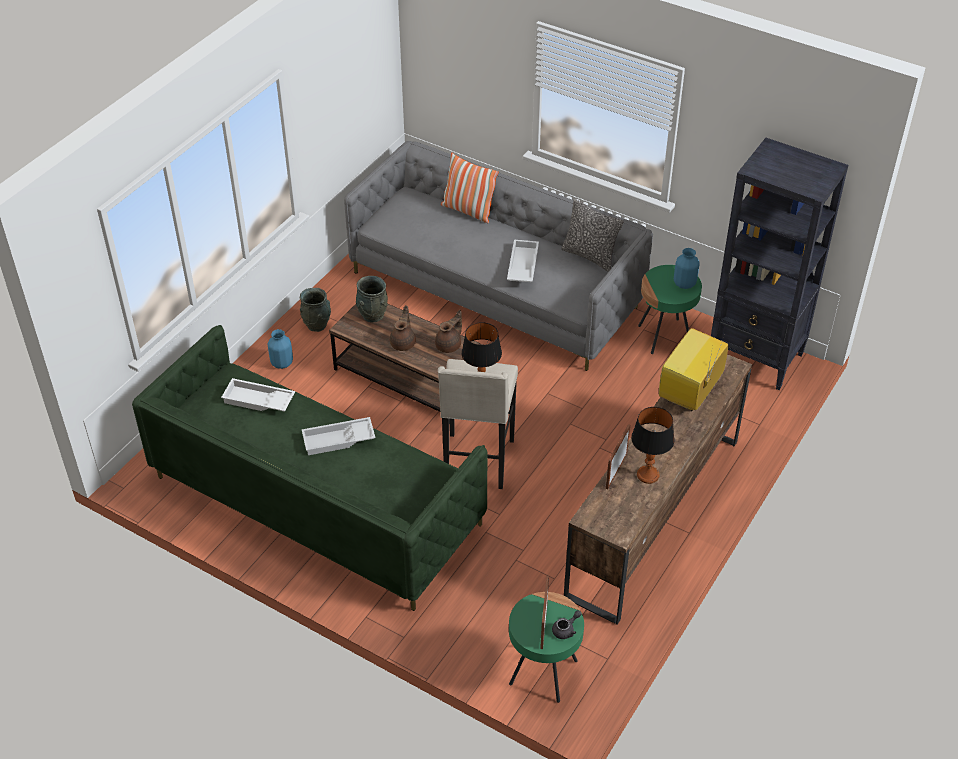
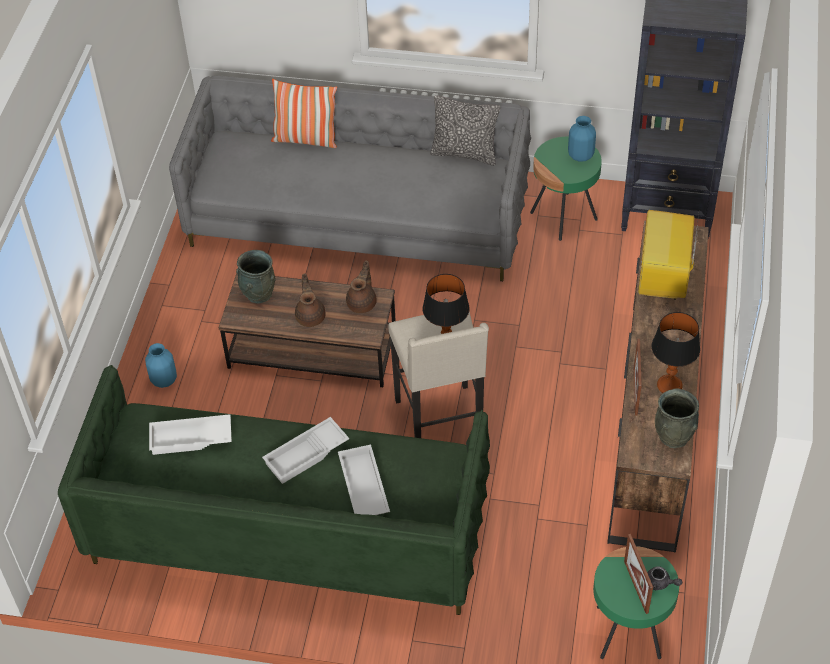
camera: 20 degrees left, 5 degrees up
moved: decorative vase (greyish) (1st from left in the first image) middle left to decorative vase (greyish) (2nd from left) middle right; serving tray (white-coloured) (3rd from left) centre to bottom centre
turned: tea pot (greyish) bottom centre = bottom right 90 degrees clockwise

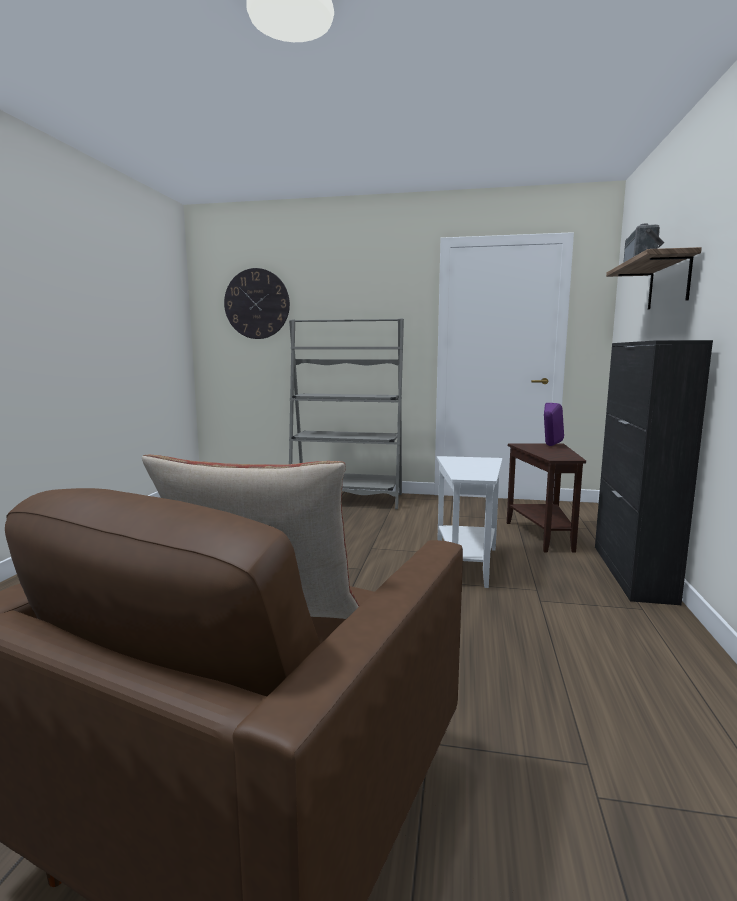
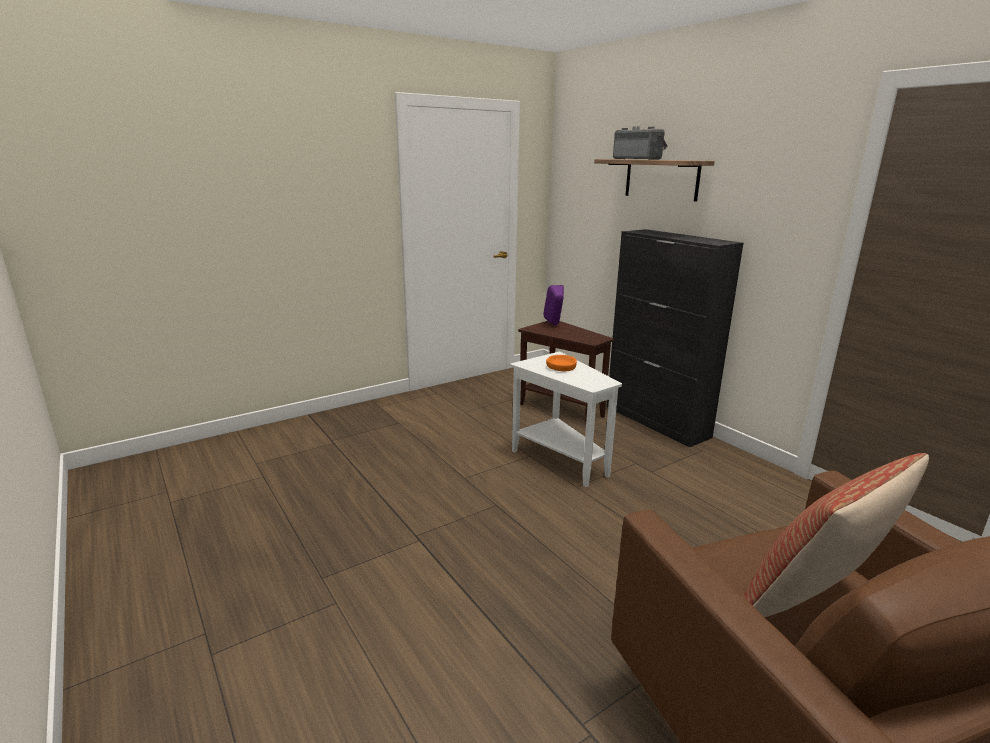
camera: 45 degrees left, 10 degrees up
removed: hanging clock centre; shelving unit (greyish) centre
added: serving bowl (orange-coloured) centre

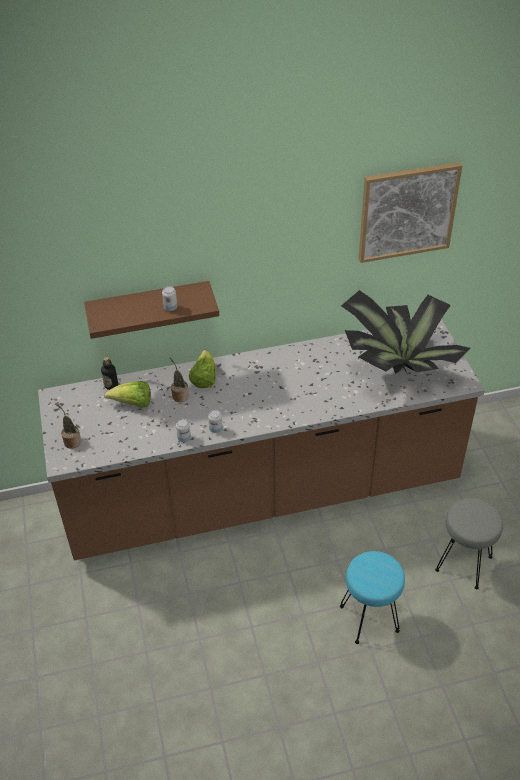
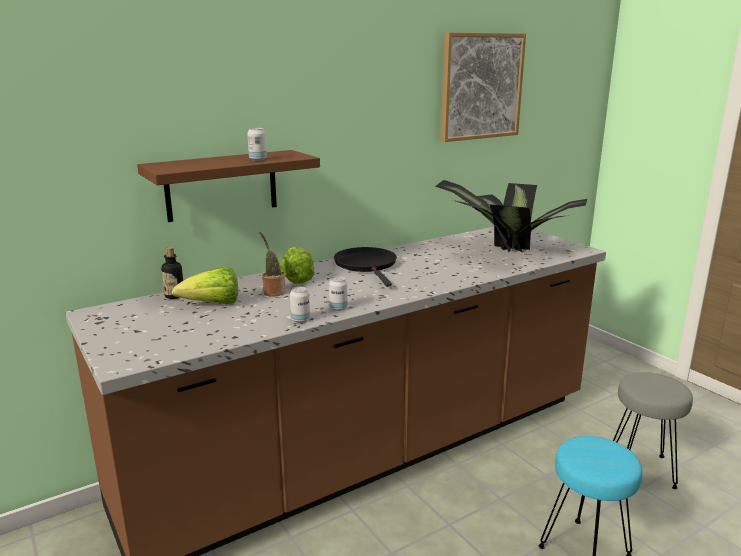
camera: 20 degrees left, 25 degrees down
removed: plant in a pot (1st from left) middle left
added: pan (black) centre

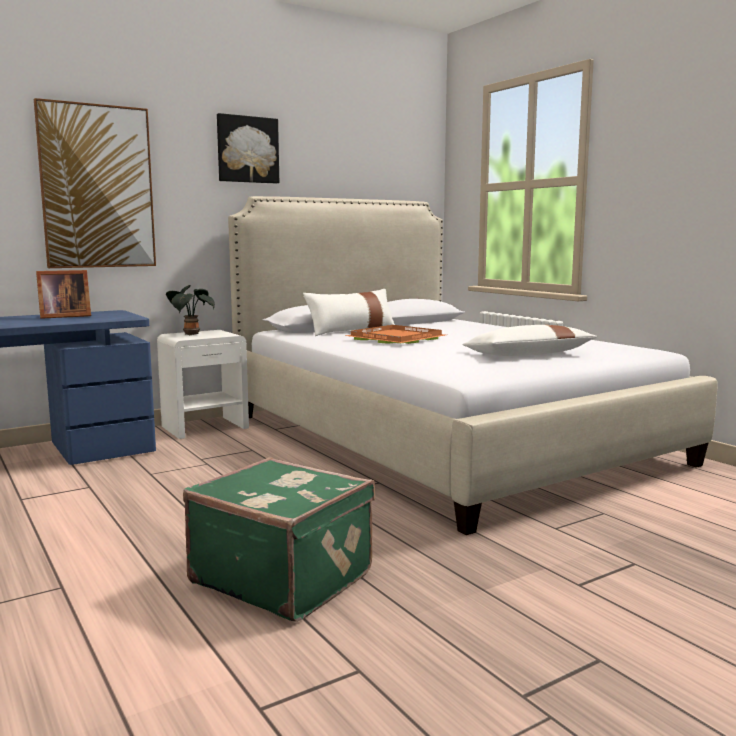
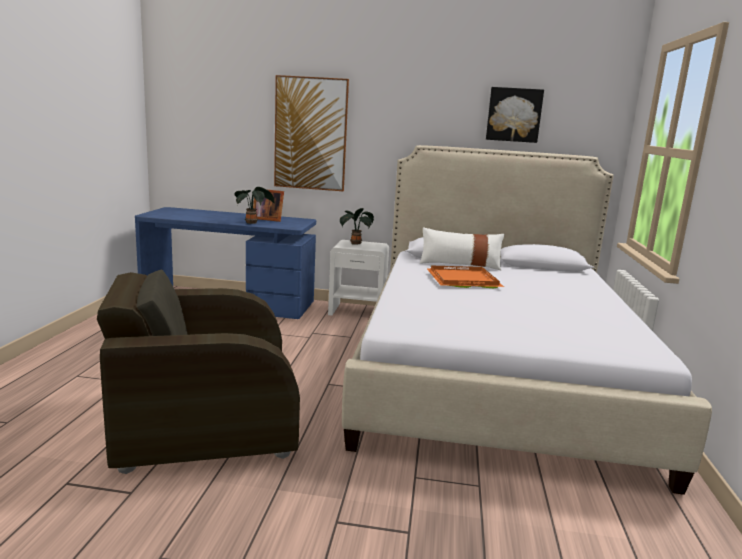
camera: 40 degrees right, 5 degrees up
removed: throw pillow (white-coloured) (2nd from left) middle right
added: plant in a pot (1st from left) centre
moved: wall picture (2nd from left) top centre to top right
replaced: piece of luggage (greenish) bottom centre to lounge chair (brown-coloured) middle left

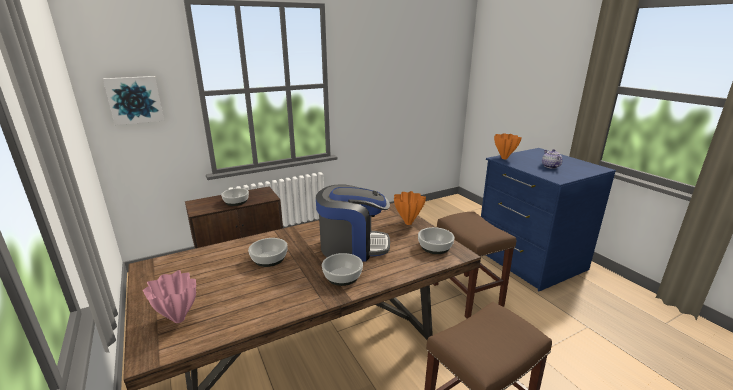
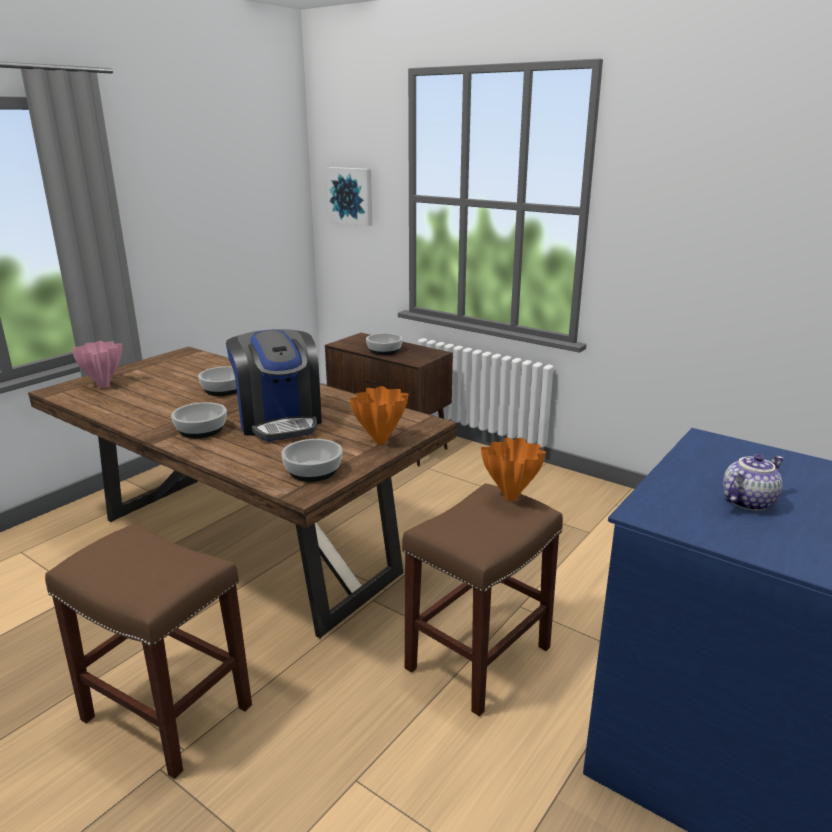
camera: 65 degrees right, 0 degrees up
moved: decorative vase (orange-coloured) (2nd from left) middle right to centre

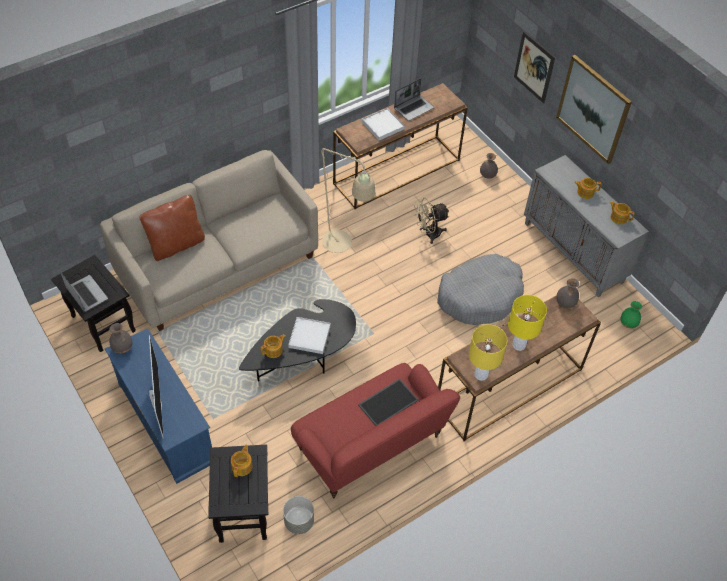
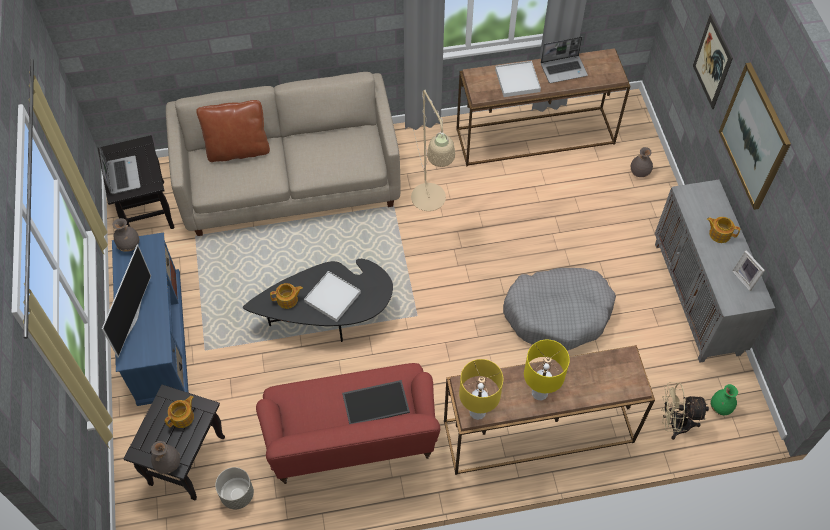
camera: 25 degrees right, 5 degrees up
moved: fan (beige) centre to bottom right; decorative vase (greyish) (3rd from left in the first image) middle right to decorative vase (greyish) (2nd from left) bottom left
replaced: tea pot (4th from left) middle right to photo frame middle right

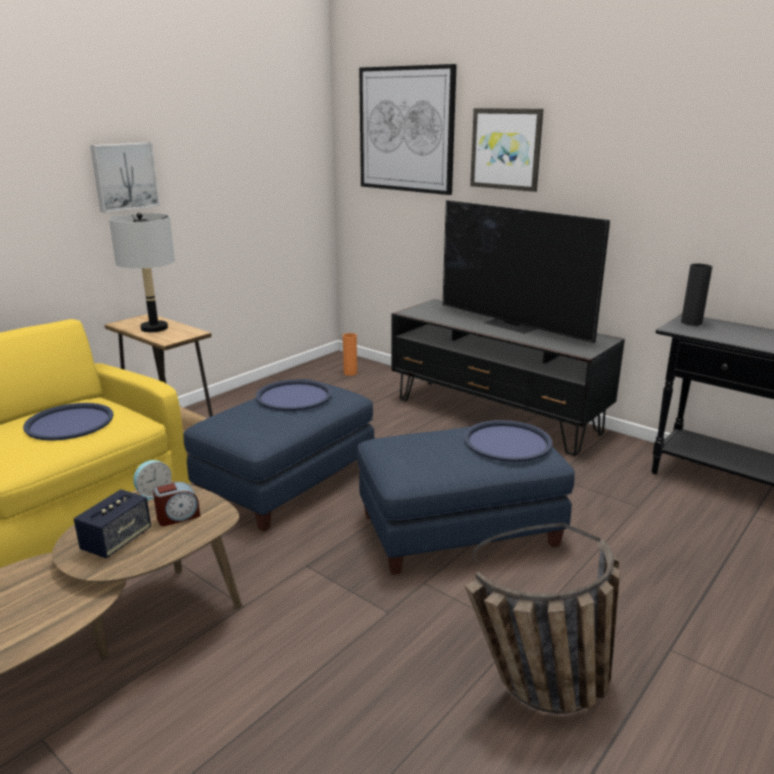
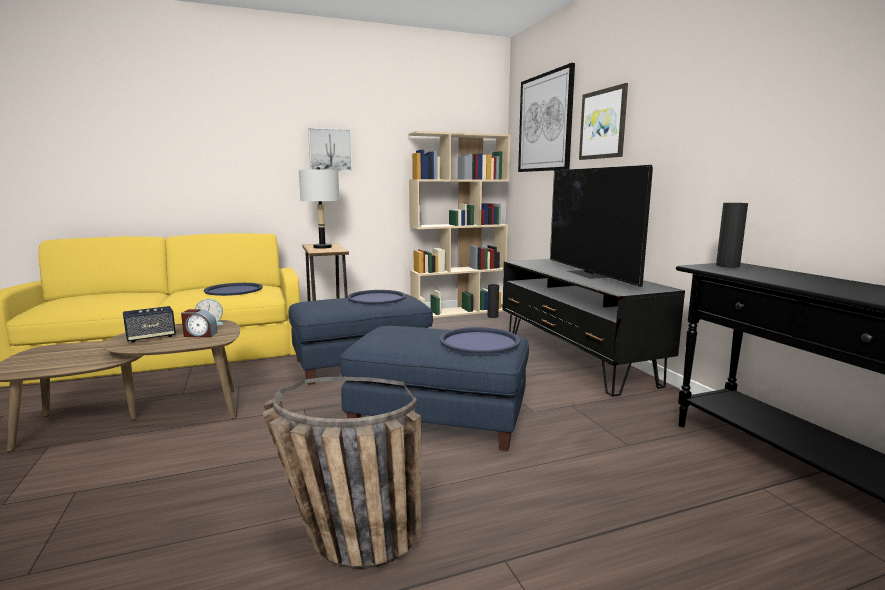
camera: 30 degrees right, 10 degrees down
added: shelving unit (beige) centre
recoloured: decorative vase (orange-coloured) centre to decorative vase (black) (1st from left) centre

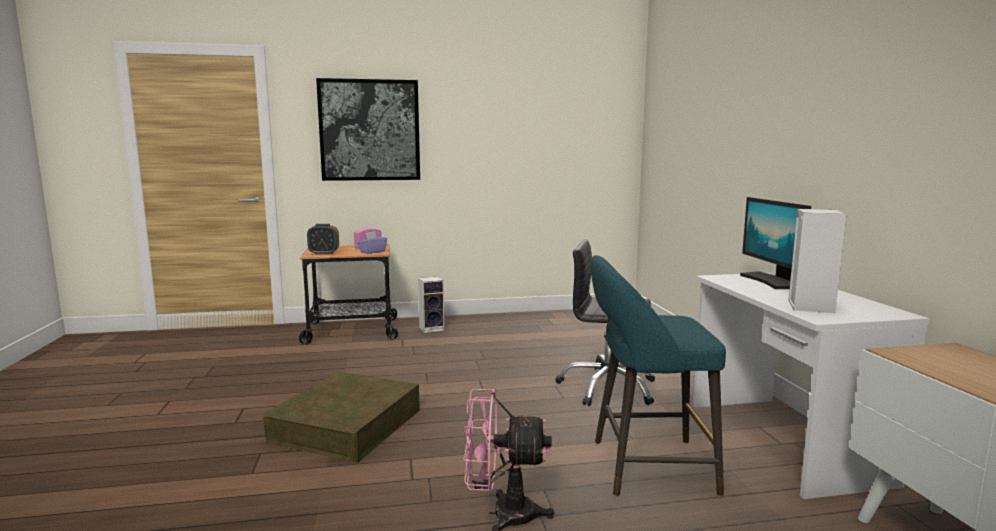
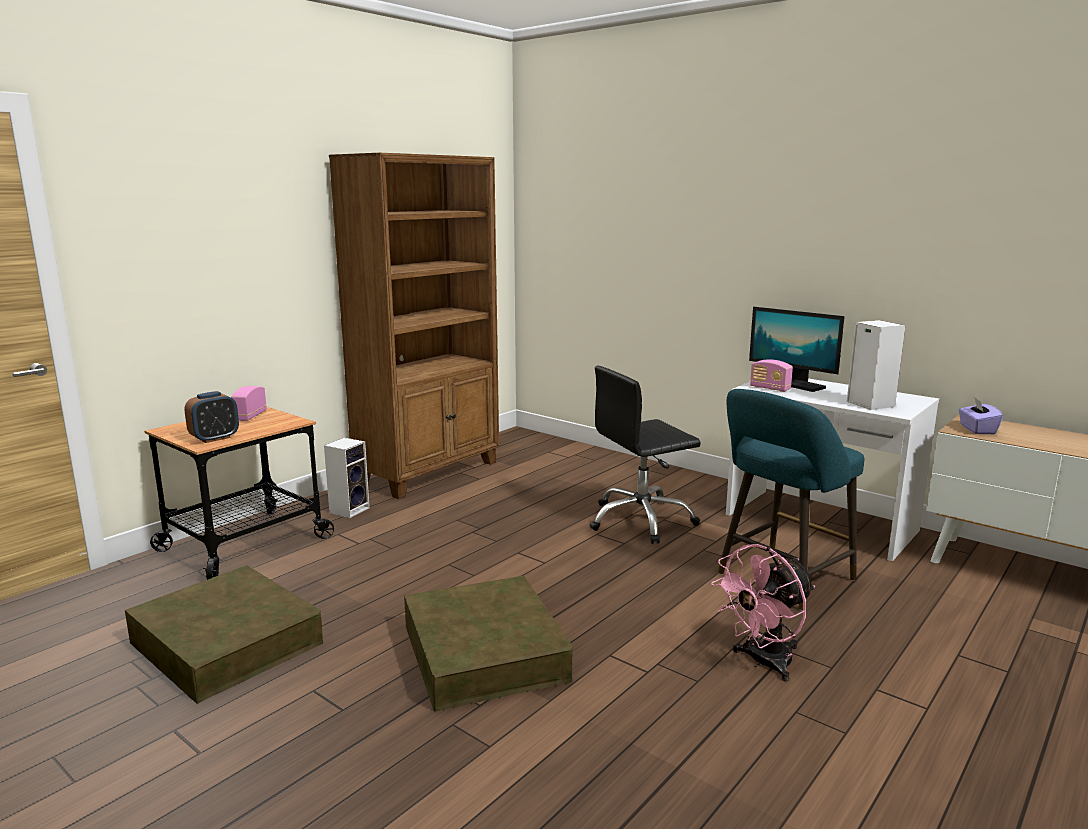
camera: 40 degrees left, 5 degrees up
removed: wall picture top centre
added: storage box (brown-coloured) (1st from left) bottom left; shelving unit (brown-coloured) centre; radio receiver (2nd from left) middle right
moved: box of tissues (purple) centre to middle right

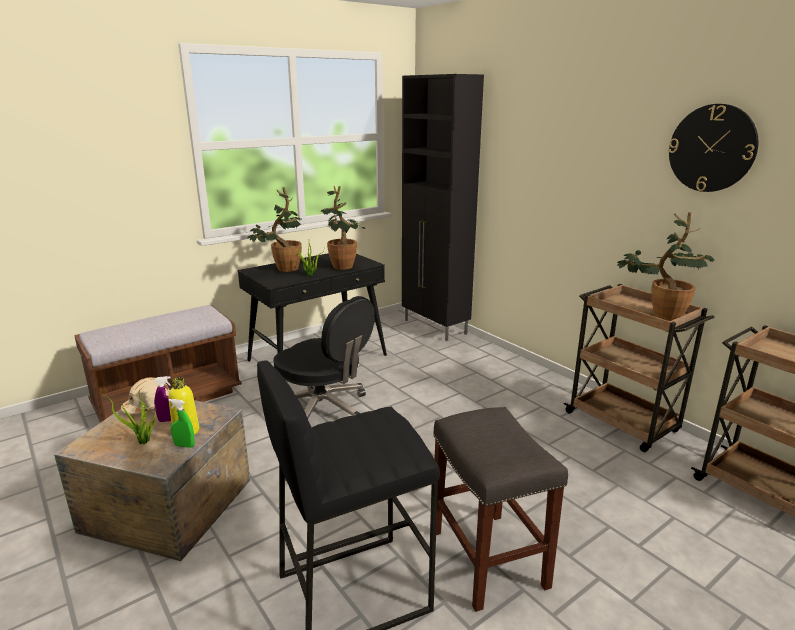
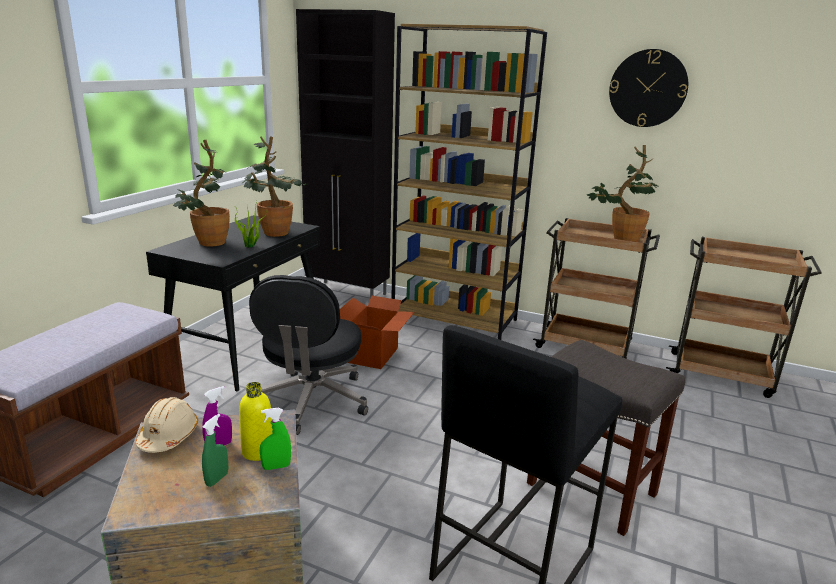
camera: 30 degrees left, 0 degrees up
added: carton centre; shelving unit (brown-coloured) top centre
replaced: plant in a pot (1st from left) middle left to sprayer (greenish) (1st from left) bottom left
turned: office chair (black) centre = centre 90 degrees clockwise

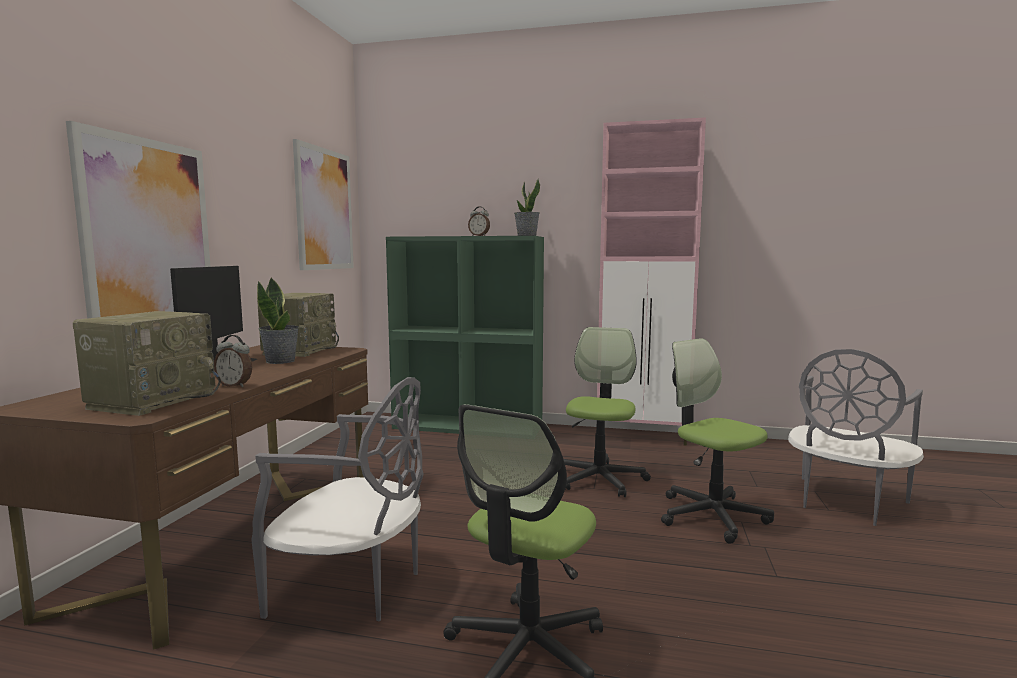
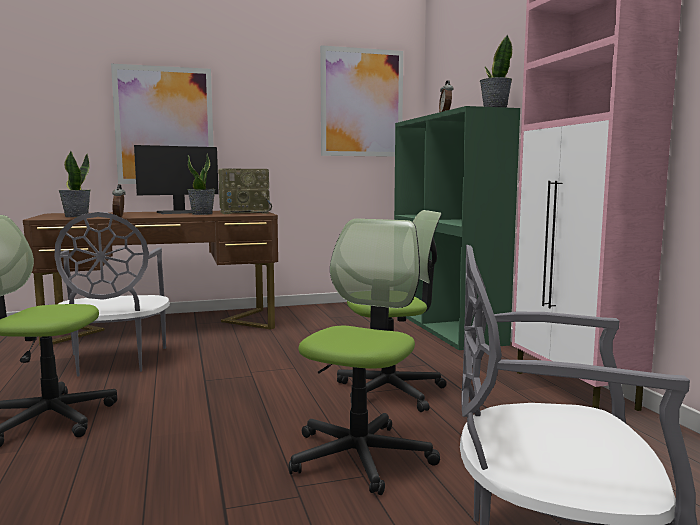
camera: 60 degrees right, 0 degrees up
replaced: radio receiver (1st from left) middle left to plant in a pot (1st from left) middle left

